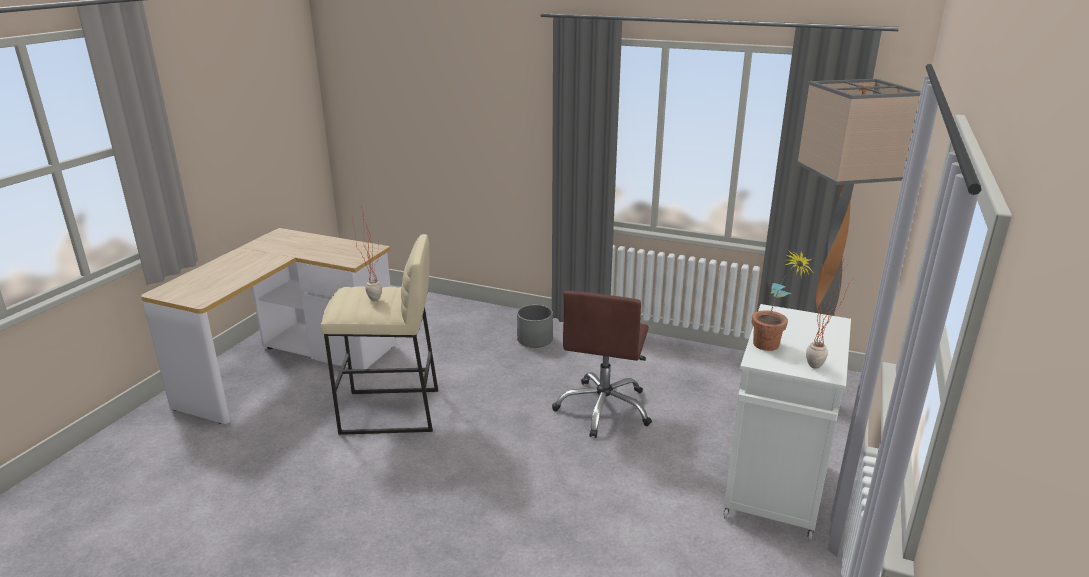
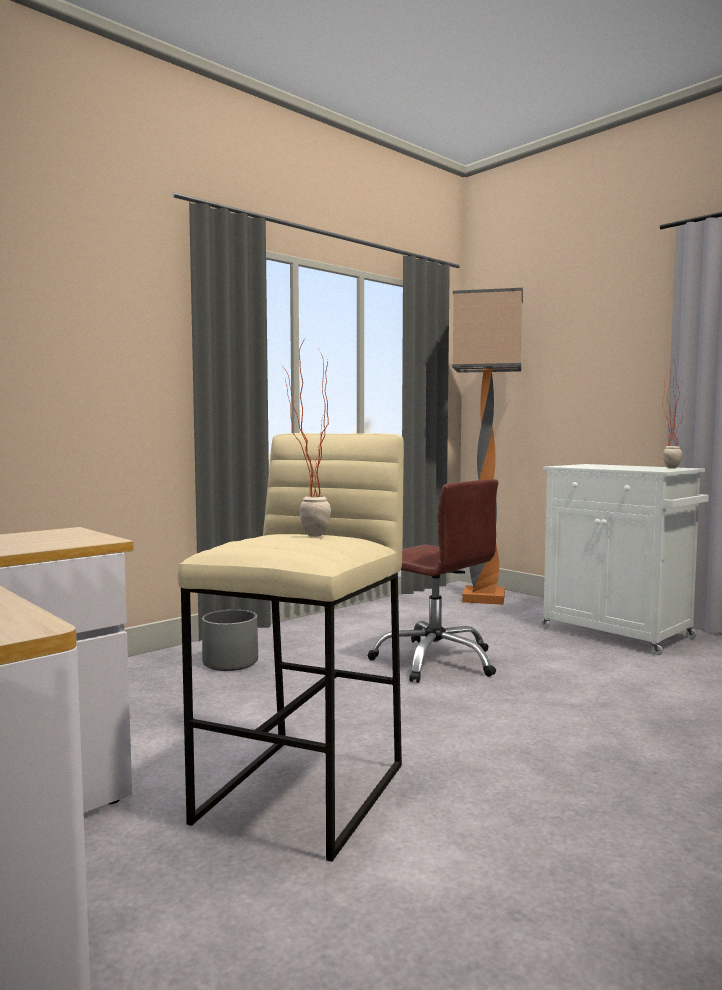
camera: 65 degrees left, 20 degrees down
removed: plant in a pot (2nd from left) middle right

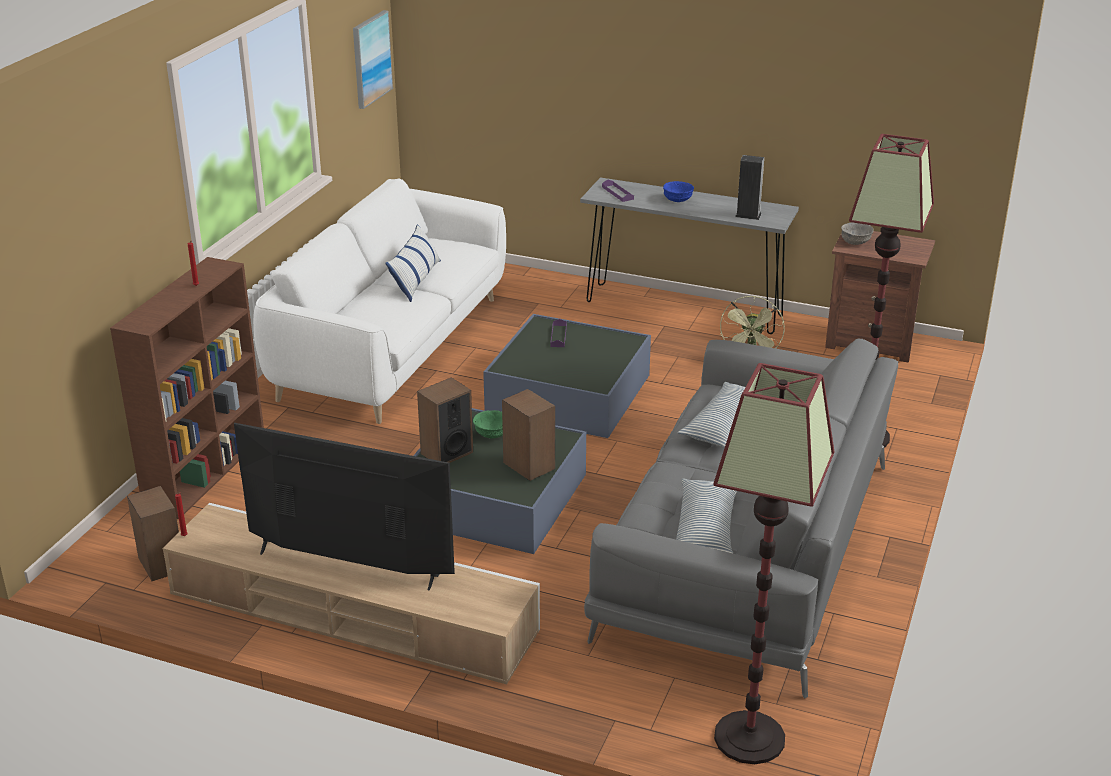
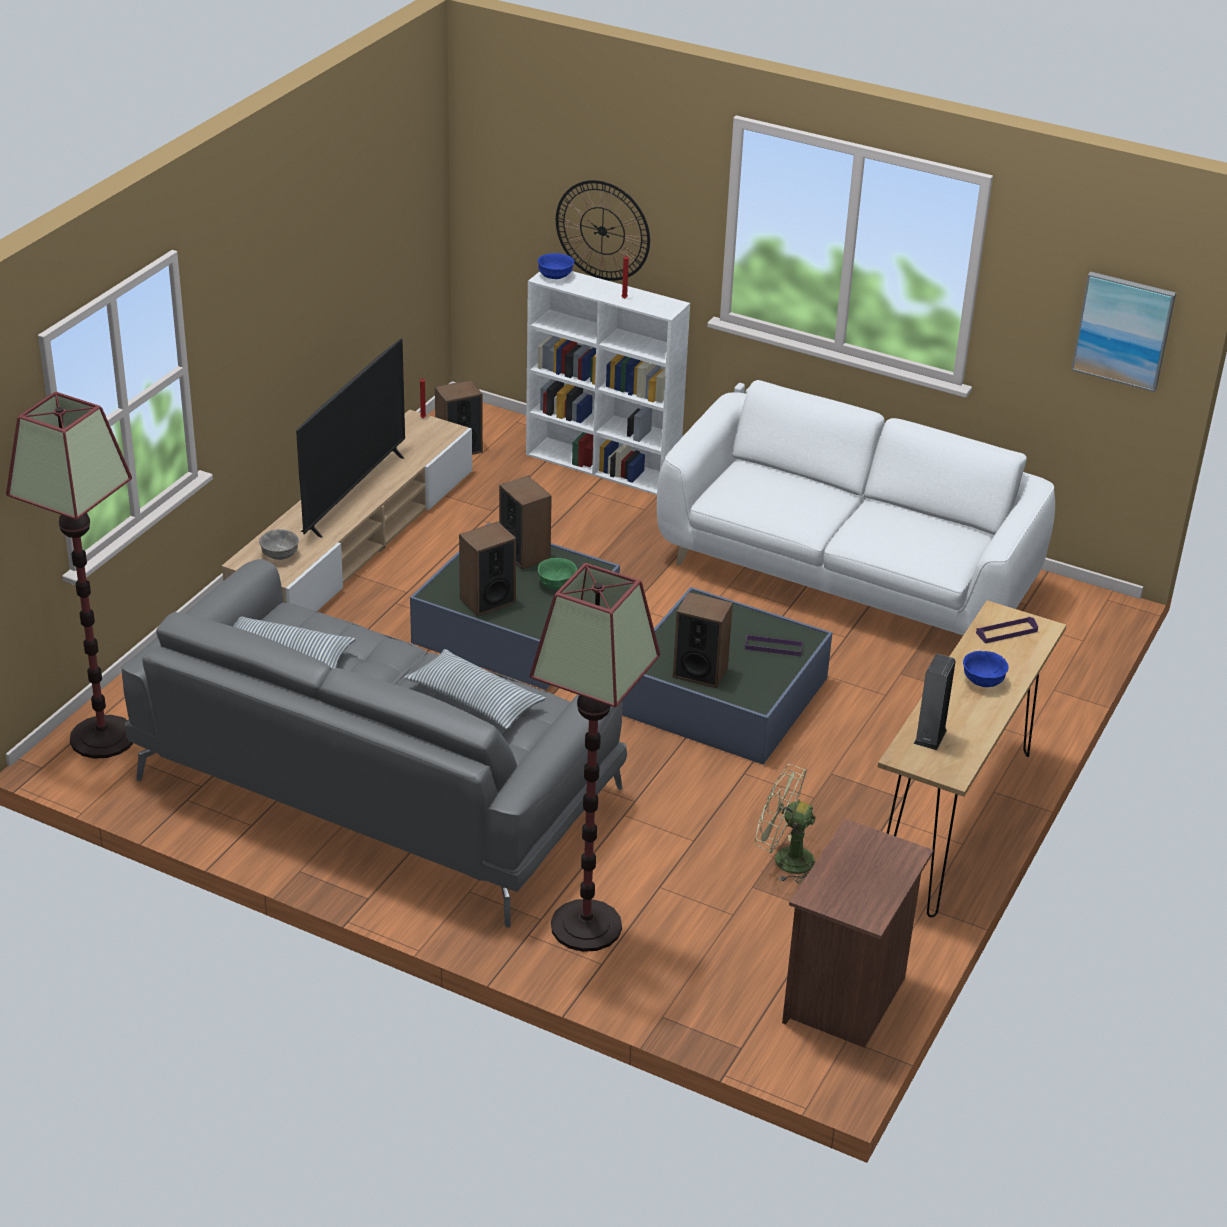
camera: 95 degrees right, 5 degrees up
removed: throw pillow (1st from left) centre
added: serving bowl (blue-coloured) (1st from left) top centre; hanging clock top centre; audio speaker (4th from left) centre
moved: serving bowl (greyish) top right to middle left
recoloured: shelving unit (brown-coloured) middle left to shelving unit (white-coloured) top centre; console table (greyish) top centre to console table (brown-coloured) middle right

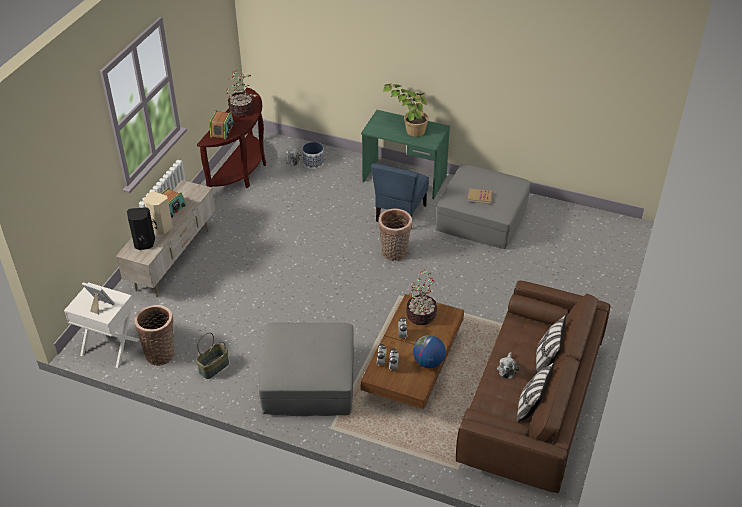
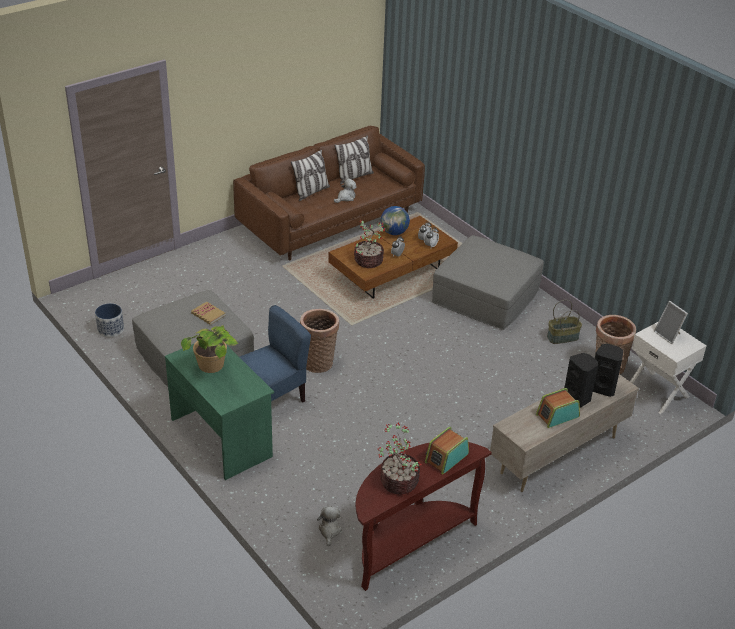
camera: 150 degrees left, 5 degrees down
moved: plant pot top centre to middle left
recoloured: audio speaker (beige) middle left to audio speaker (black) (1st from left) middle right

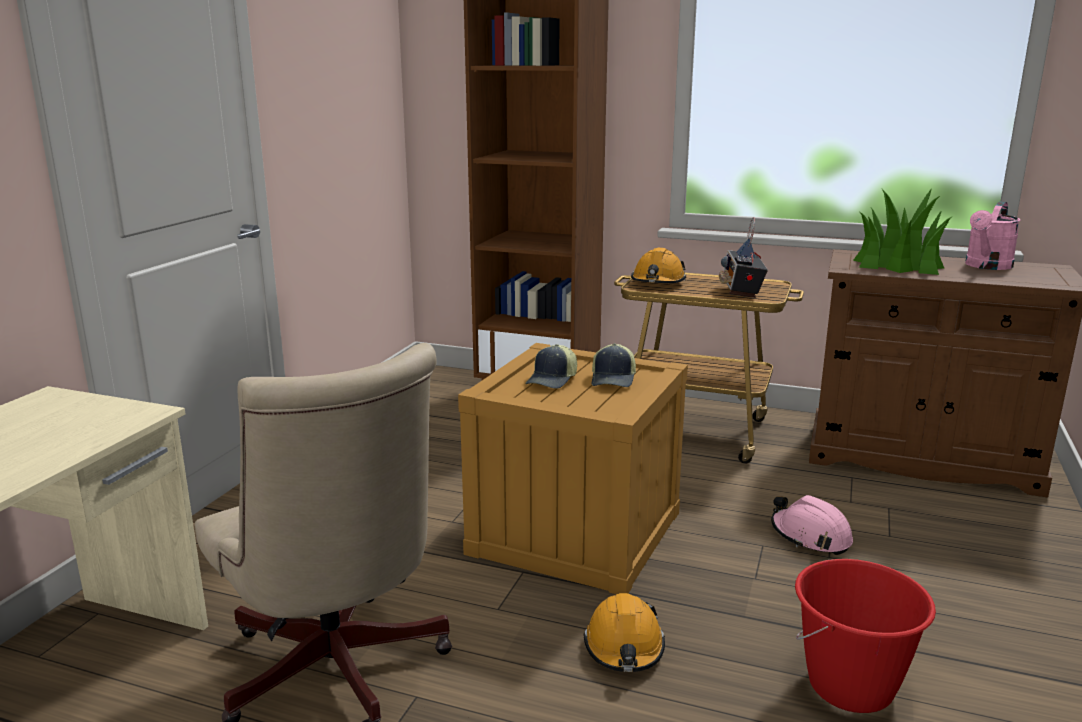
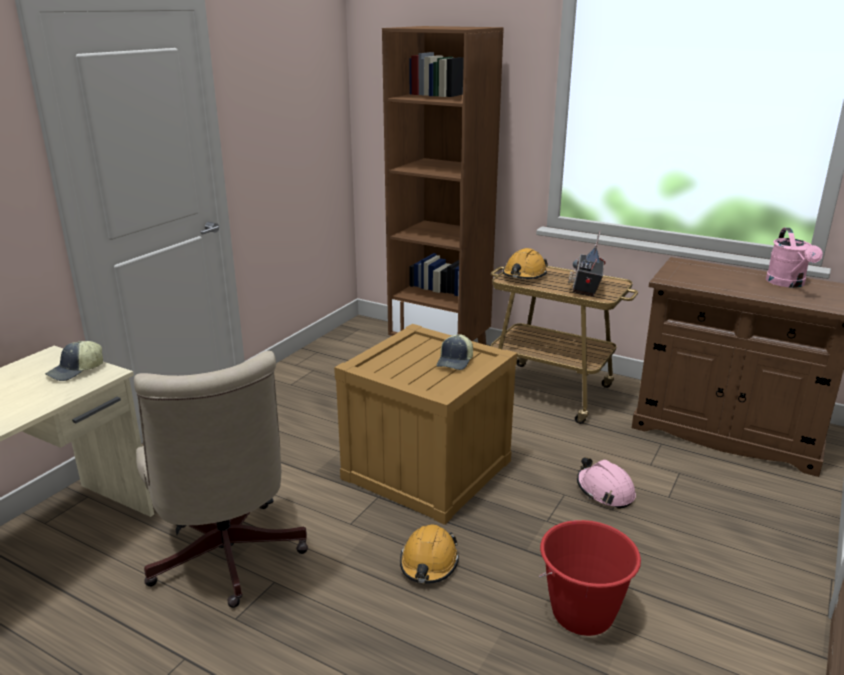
camera: 10 degrees right, 5 degrees up
removed: plant in a pot top right
moved: baseball cap (1st from left) centre to middle left
turned: watering can (pink) top right = middle right 45 degrees counterclockwise

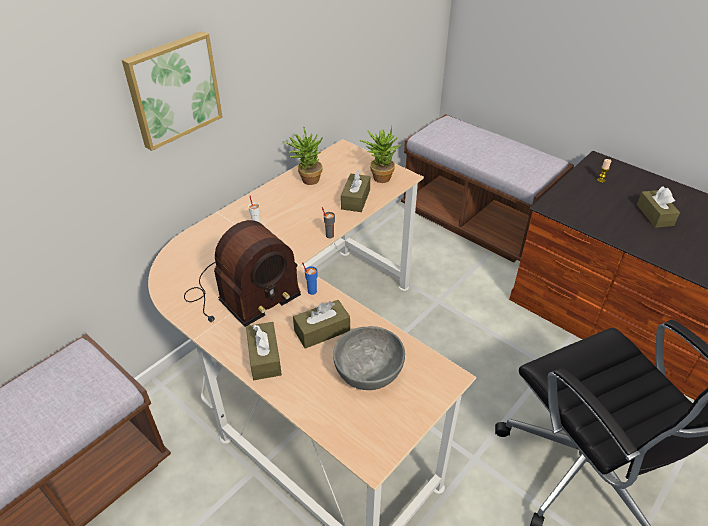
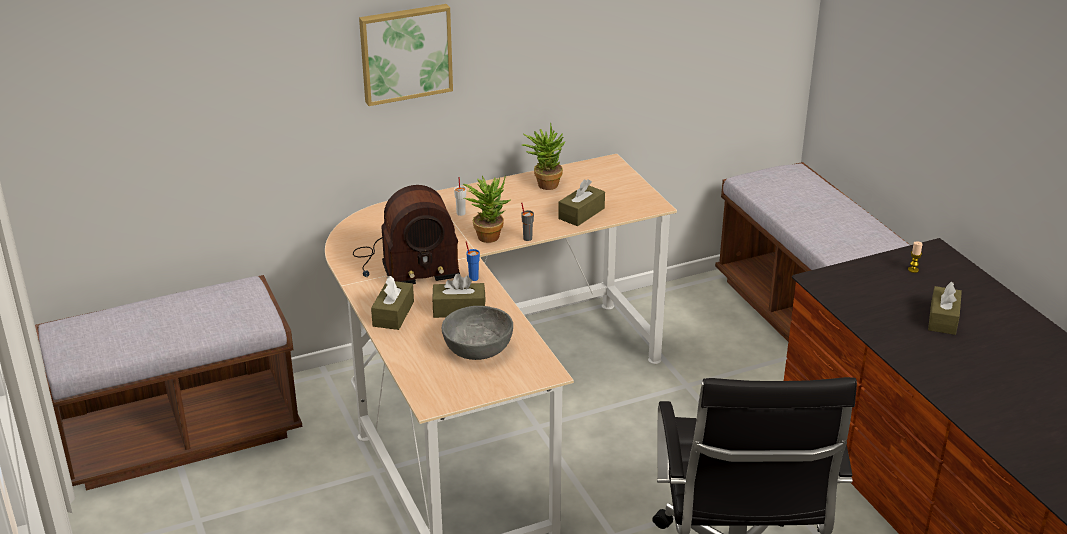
camera: 25 degrees right, 10 degrees down
moved: plant in a pot (2nd from left in the first image) top centre to plant in a pot (1st from left) centre

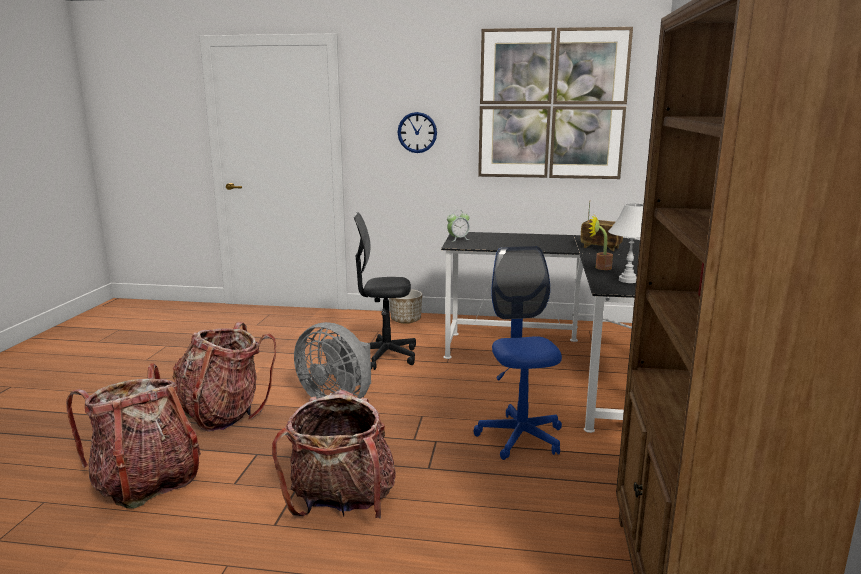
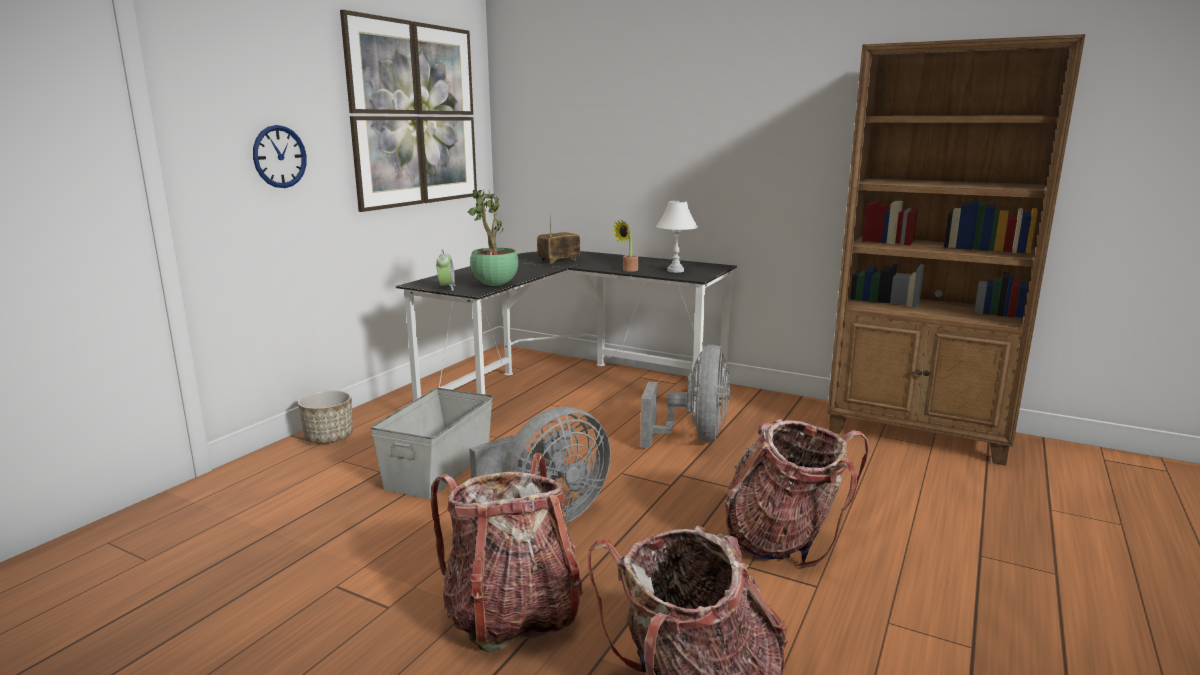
camera: 70 degrees left, 0 degrees up
added: plant in a pot (1st from left) centre
replaced: office chair (black) centre to storage box (greyish) centre; office chair (blue-coloured) centre to fan (greyish) (2nd from left) centre

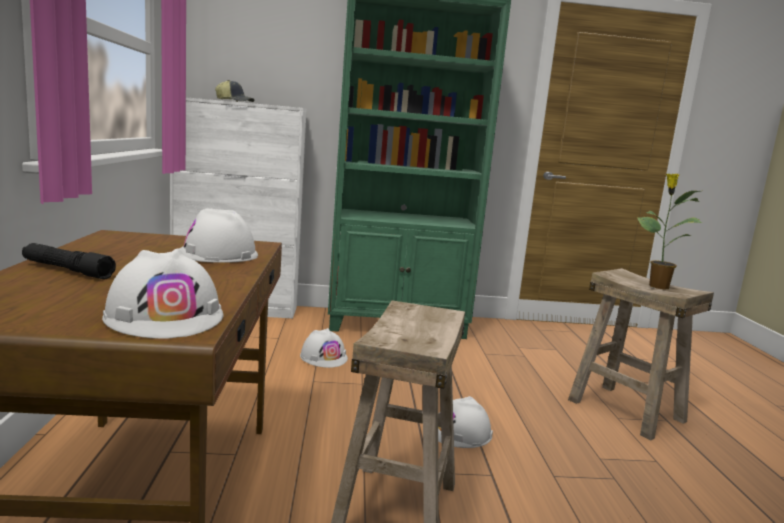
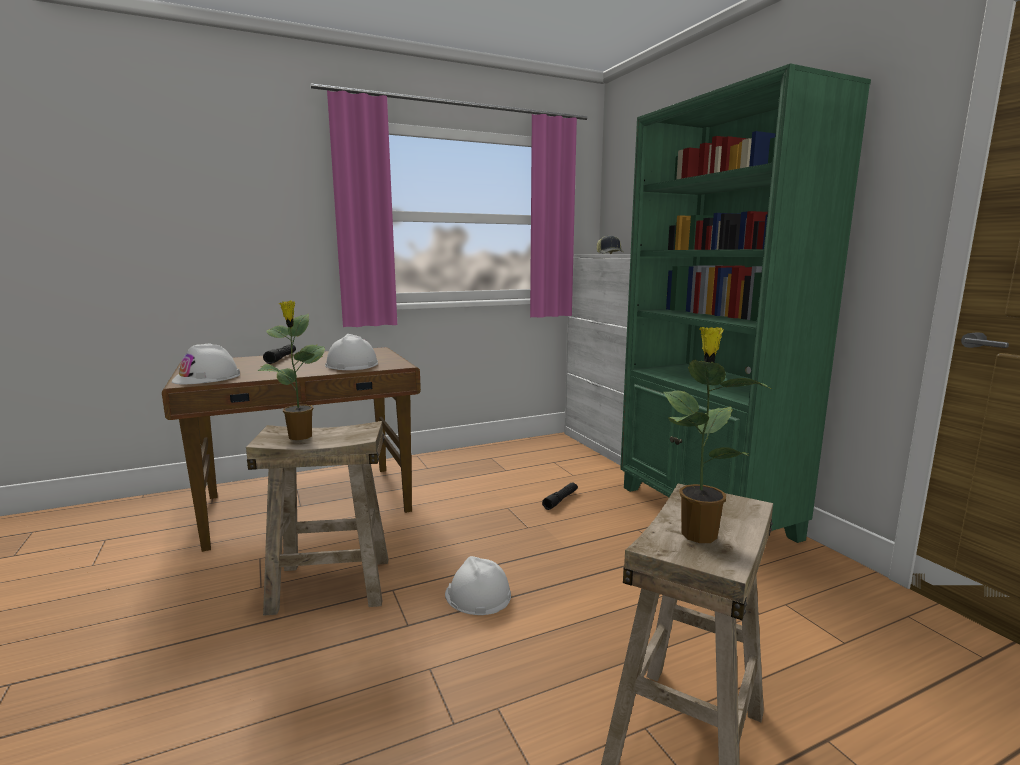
camera: 70 degrees right, 0 degrees up
added: plant in a pot (1st from left) middle left
replaced: work helmet (white-coloured) (3rd from left) centre to flashlight (black) (2nd from left) centre

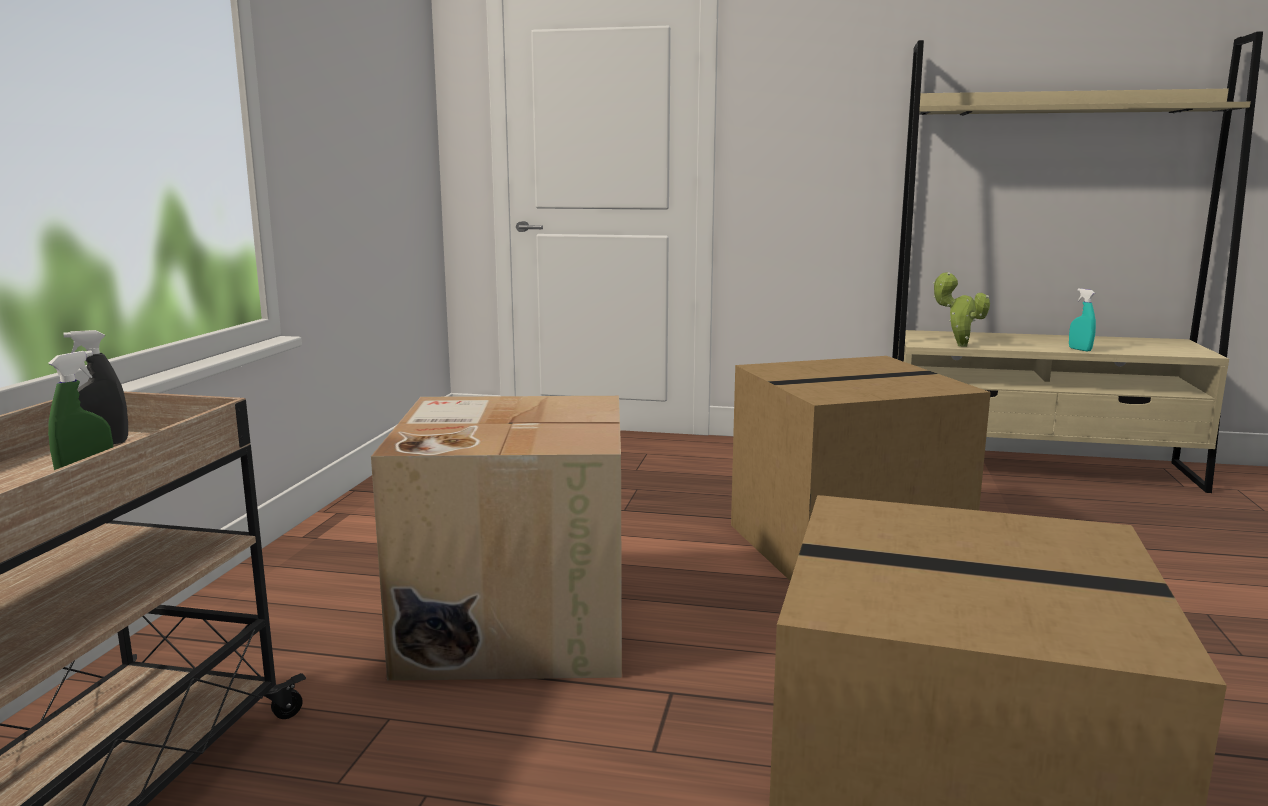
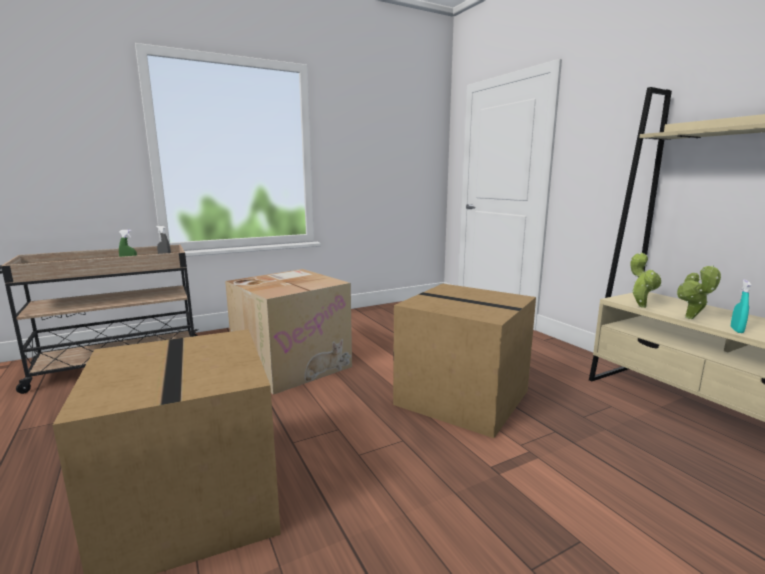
camera: 50 degrees right, 0 degrees up
added: plant in a pot (2nd from left) middle right

